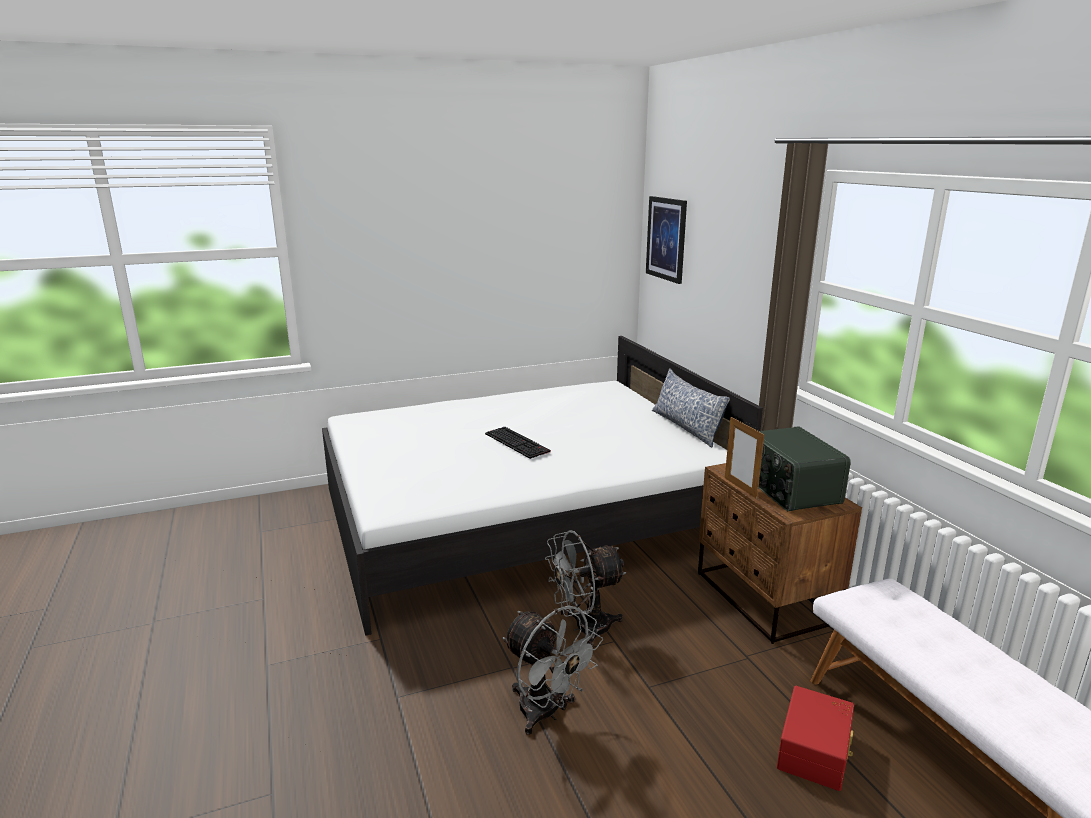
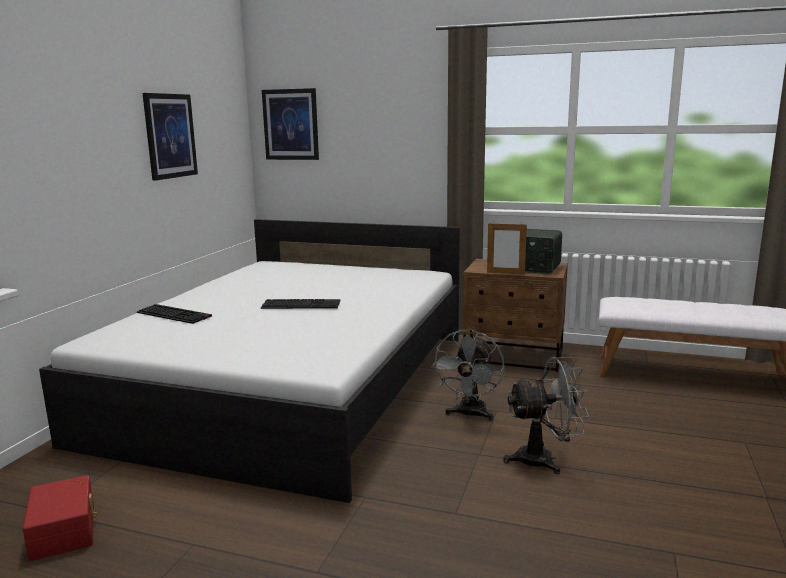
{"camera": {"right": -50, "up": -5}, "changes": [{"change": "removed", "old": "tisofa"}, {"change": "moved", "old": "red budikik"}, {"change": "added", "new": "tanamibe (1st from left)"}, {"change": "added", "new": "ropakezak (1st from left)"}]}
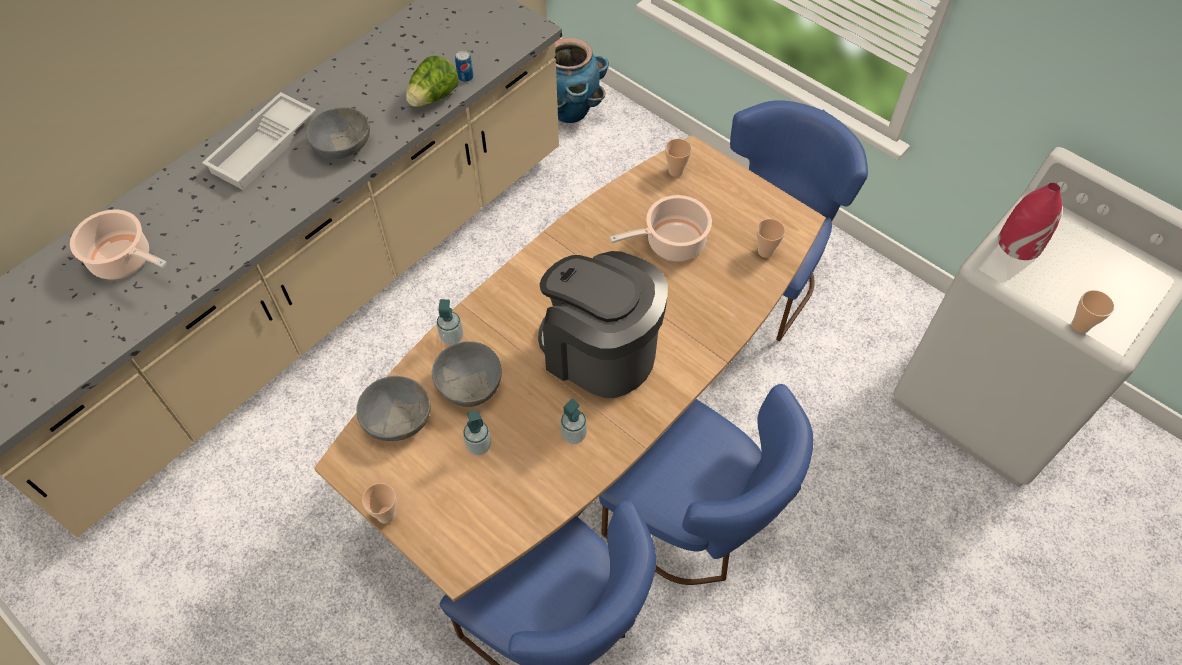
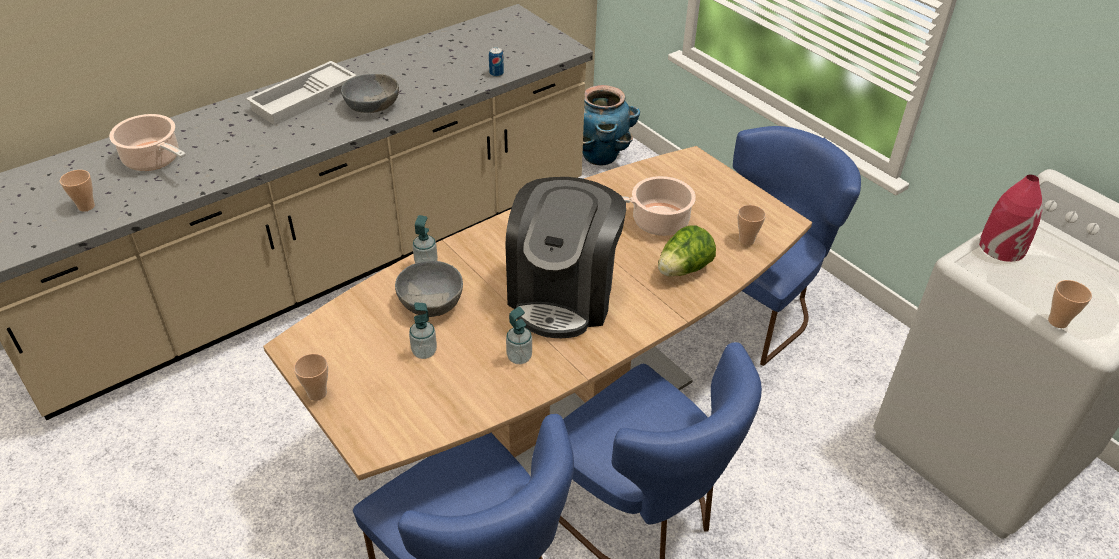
{"camera": {"right": 10, "up": -15}, "changes": [{"change": "removed", "old": "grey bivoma (2nd from left)"}, {"change": "moved", "old": "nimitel"}, {"change": "turned", "old": "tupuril", "degrees": -120}, {"change": "moved", "old": "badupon (2nd from left in the first image)", "new": "badupon (1st from left)"}]}
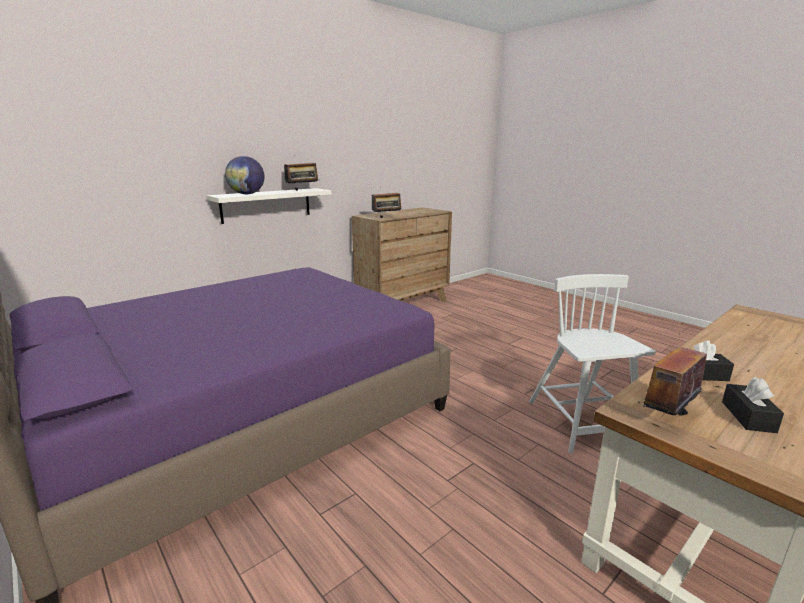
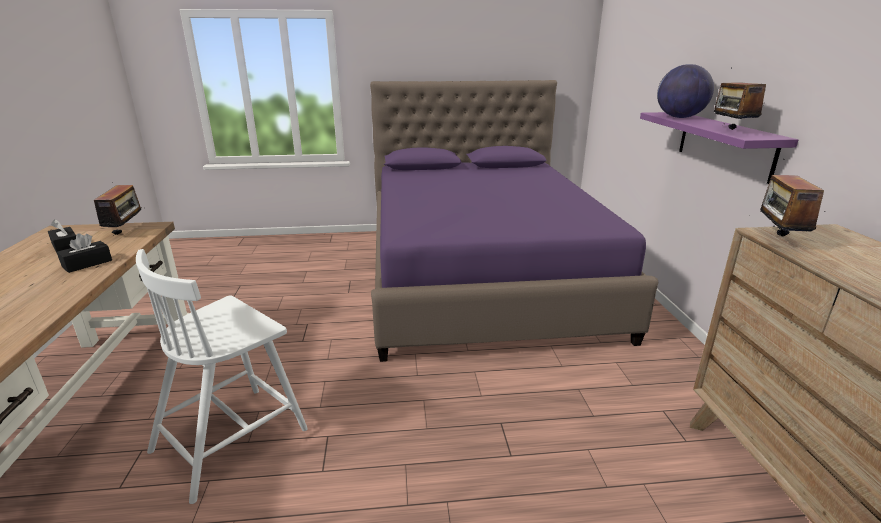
{"camera": {"right": 125, "up": 5}, "changes": [{"change": "recoloured", "old": "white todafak", "new": "purple todafak"}, {"change": "turned", "old": "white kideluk", "degrees": 105}]}
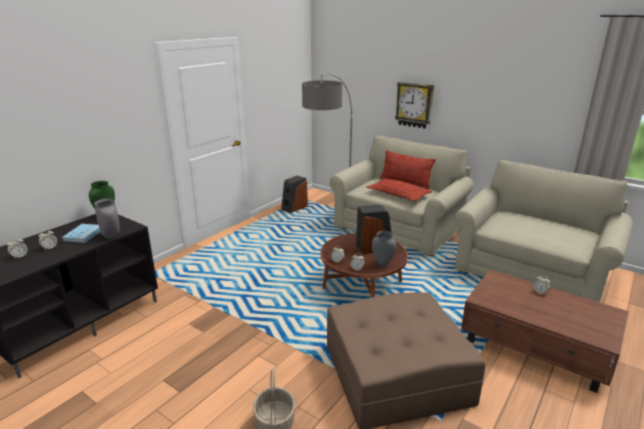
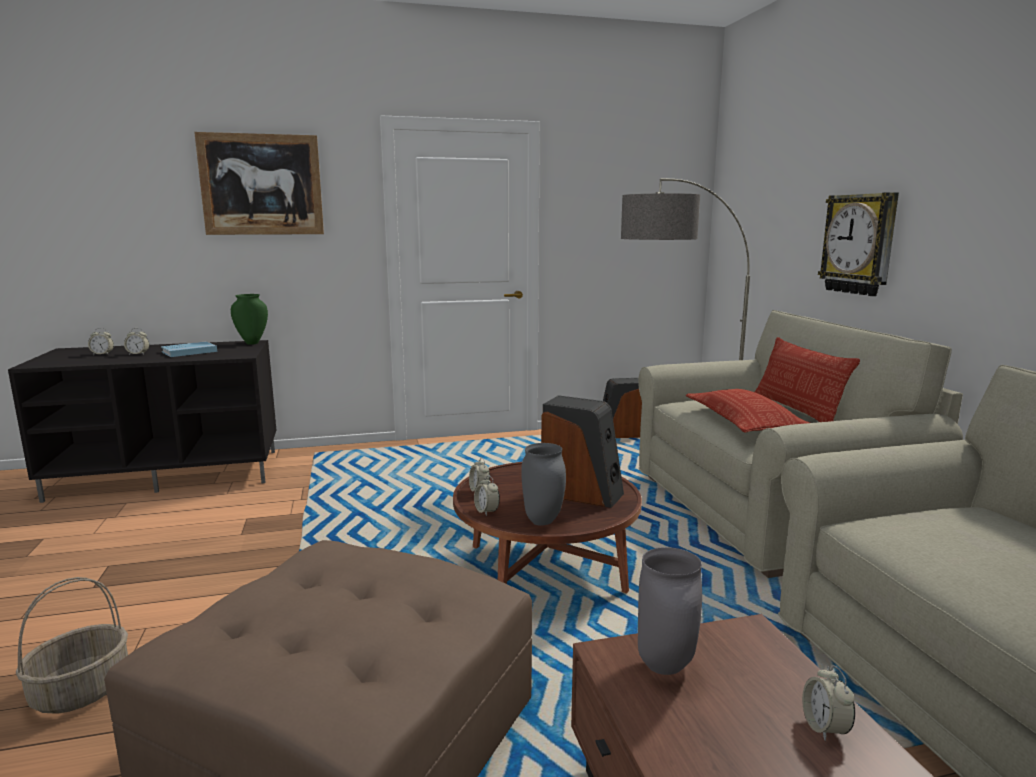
{"camera": {"right": 40, "up": -10}, "changes": [{"change": "moved", "old": "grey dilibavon (1st from left in the first image)", "new": "grey dilibavon (2nd from left)"}, {"change": "added", "new": "ropakezak"}]}
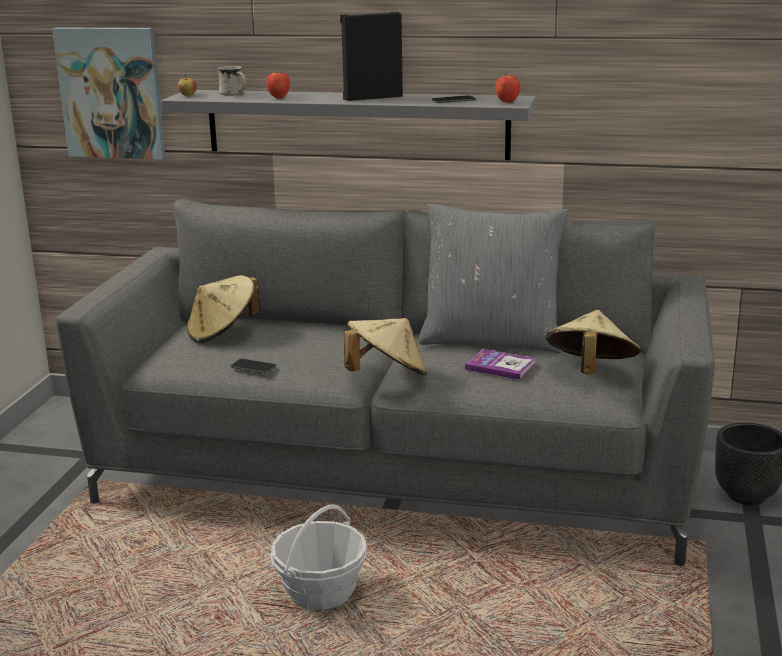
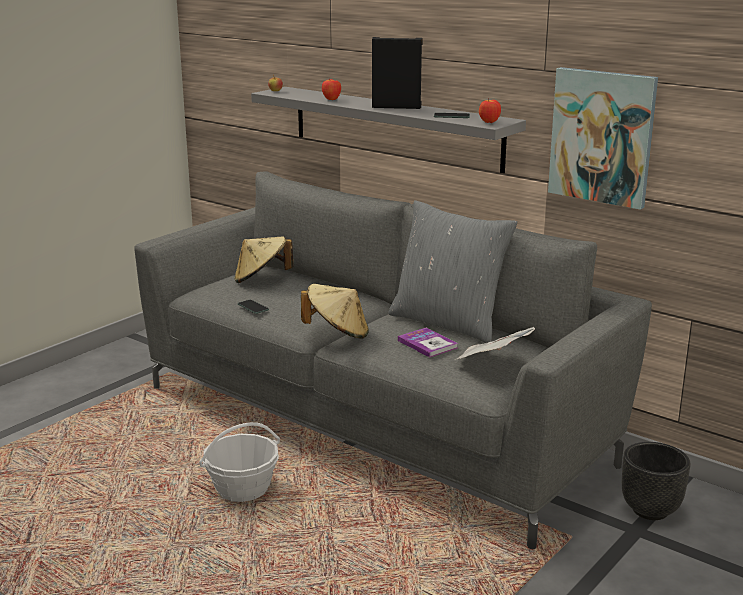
{"camera": {"right": 25, "up": 0}, "changes": [{"change": "moved", "old": "ropakezak"}, {"change": "removed", "old": "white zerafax"}, {"change": "replaced", "old": "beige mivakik (3rd from left)", "new": "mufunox"}]}
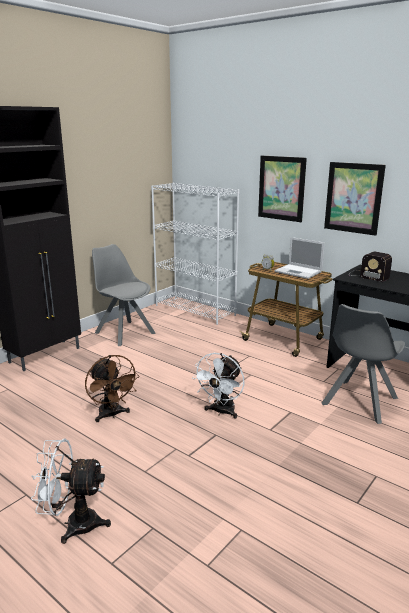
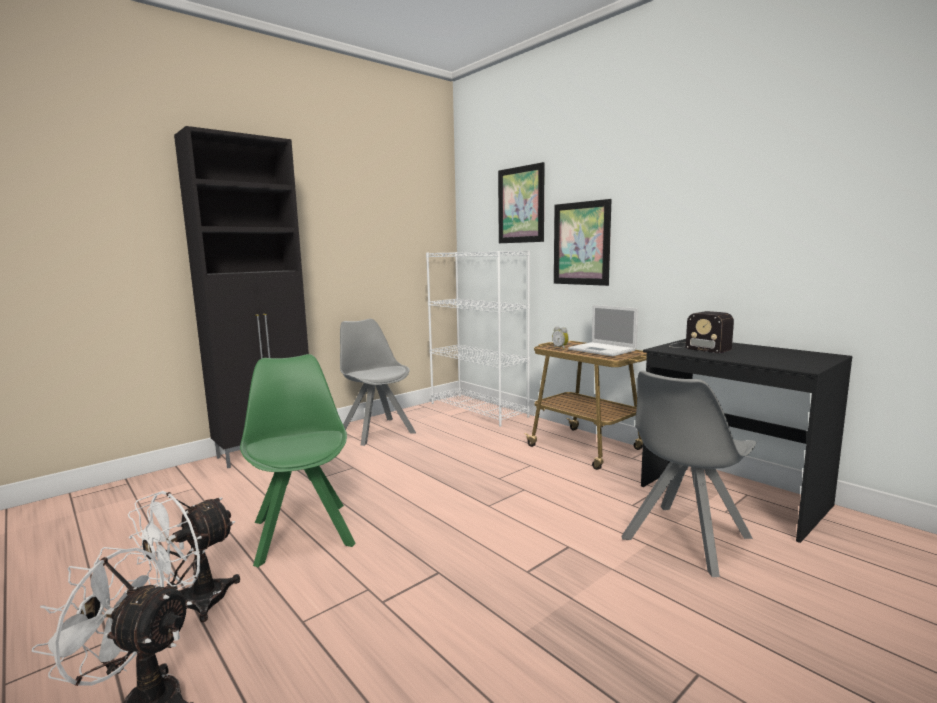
{"camera": {"right": 10, "up": -10}, "changes": [{"change": "replaced", "old": "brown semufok", "new": "green kideluk"}, {"change": "moved", "old": "white semufok (2nd from left)"}, {"change": "moved", "old": "ropakezak (2nd from left in the first image)", "new": "ropakezak (1st from left)"}]}
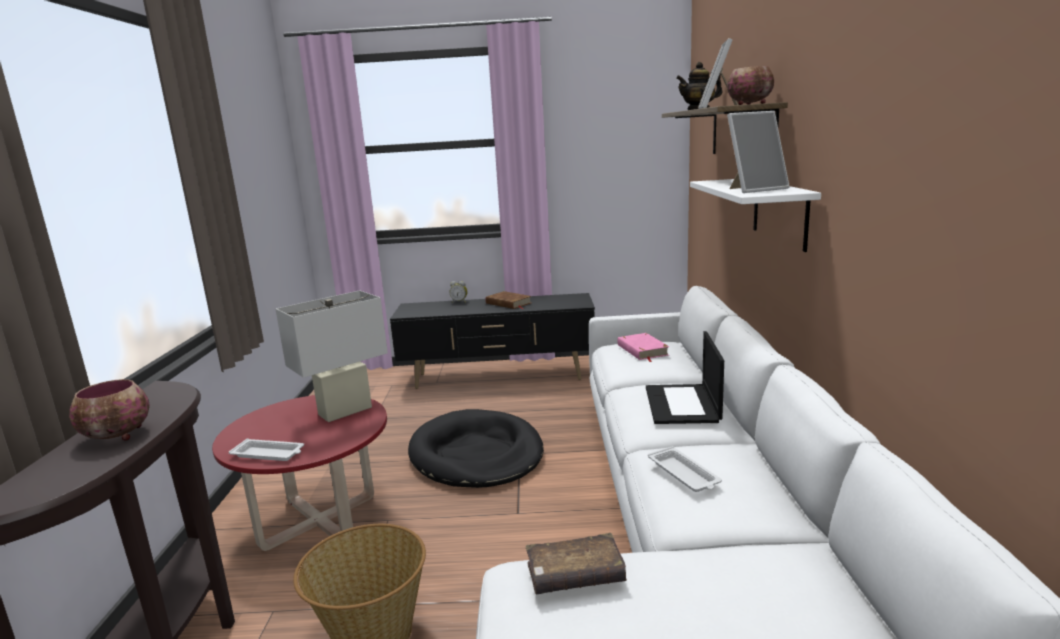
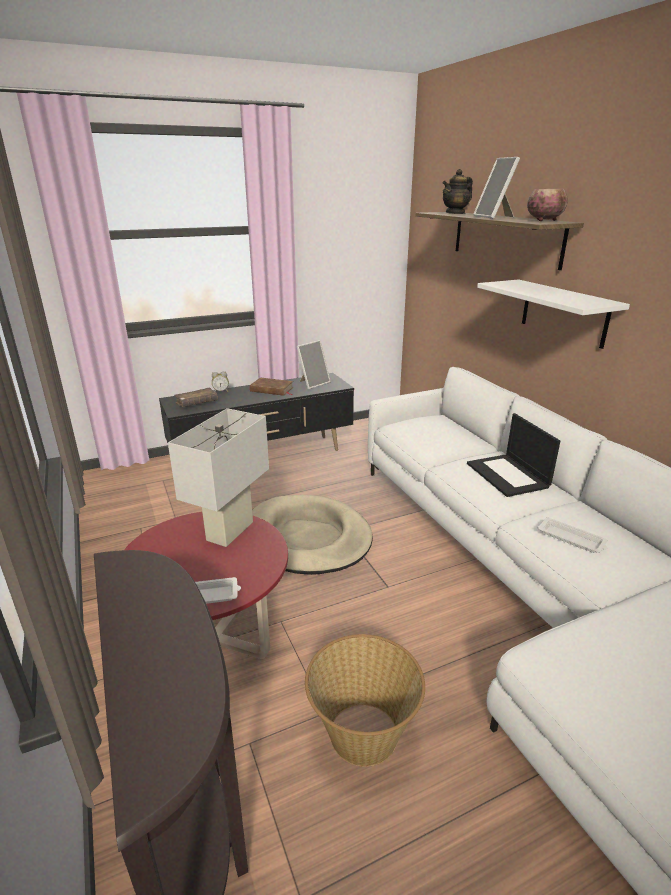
{"camera": {"right": -25, "up": 10}, "changes": [{"change": "removed", "old": "bivoma (1st from left)"}, {"change": "recoloured", "old": "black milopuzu", "new": "beige milopuzu"}, {"change": "moved", "old": "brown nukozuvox (2nd from left in the first image)", "new": "brown nukozuvox (1st from left)"}, {"change": "removed", "old": "pink nukozuvox"}, {"change": "moved", "old": "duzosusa (2nd from left in the first image)", "new": "duzosusa (1st from left)"}]}
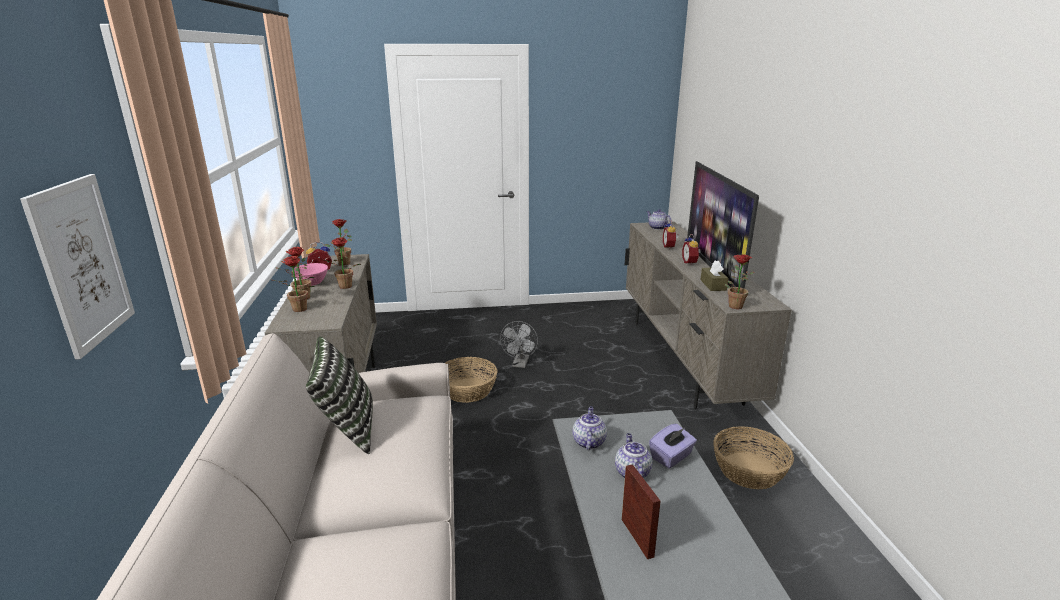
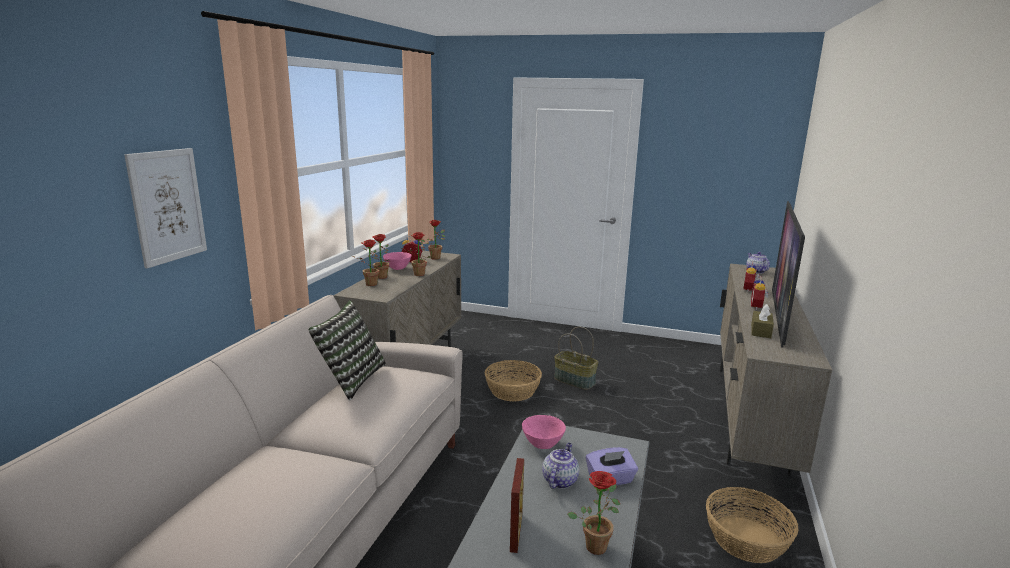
{"camera": {"right": 25, "up": -5}, "changes": [{"change": "replaced", "old": "grey semufok", "new": "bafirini (2nd from left)"}, {"change": "replaced", "old": "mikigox (1st from left)", "new": "pink bivoma (2nd from left)"}, {"change": "moved", "old": "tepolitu (5th from left)"}]}
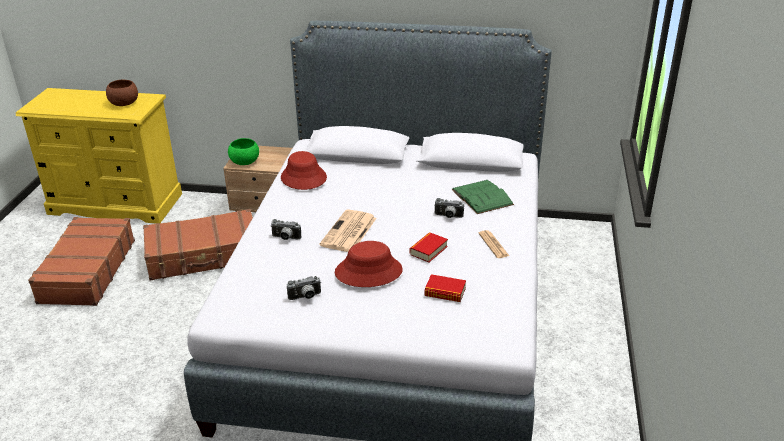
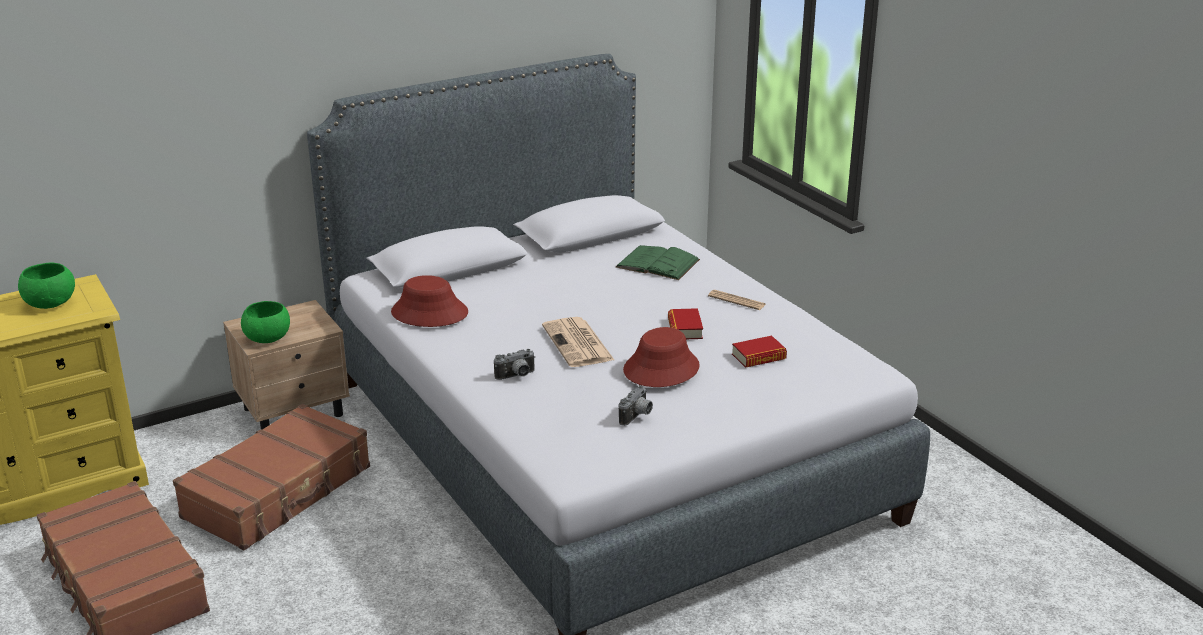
{"camera": {"right": -40, "up": -5}, "changes": [{"change": "recoloured", "old": "brown bivoma", "new": "green bivoma (1st from left)"}, {"change": "removed", "old": "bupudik (3rd from left)"}]}
